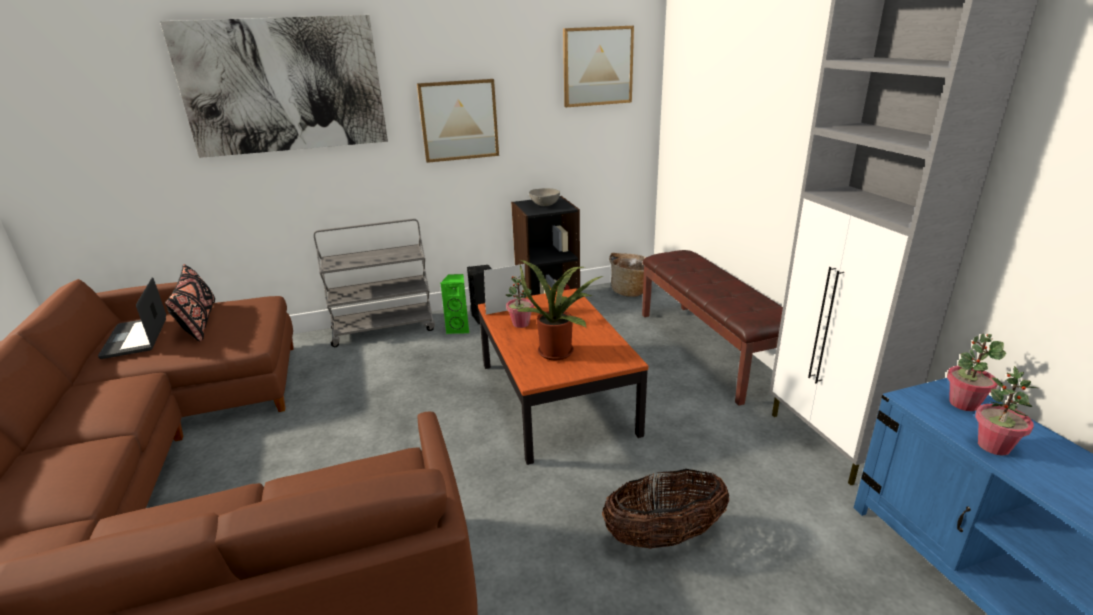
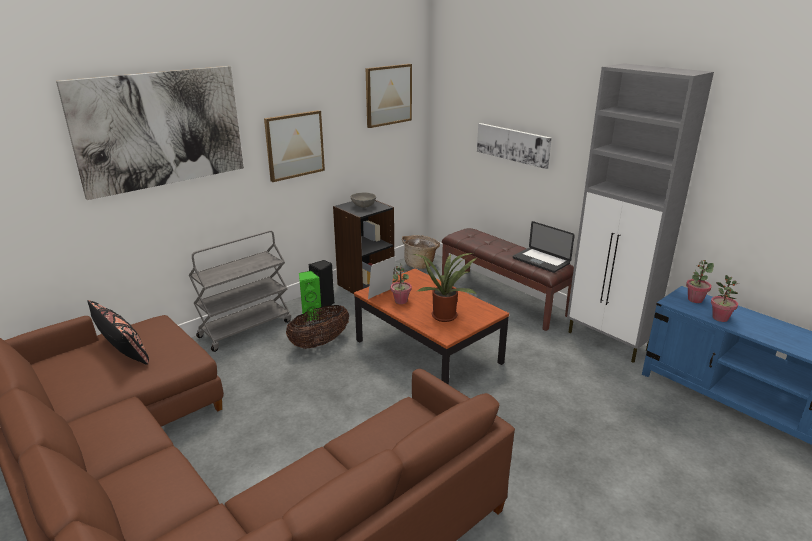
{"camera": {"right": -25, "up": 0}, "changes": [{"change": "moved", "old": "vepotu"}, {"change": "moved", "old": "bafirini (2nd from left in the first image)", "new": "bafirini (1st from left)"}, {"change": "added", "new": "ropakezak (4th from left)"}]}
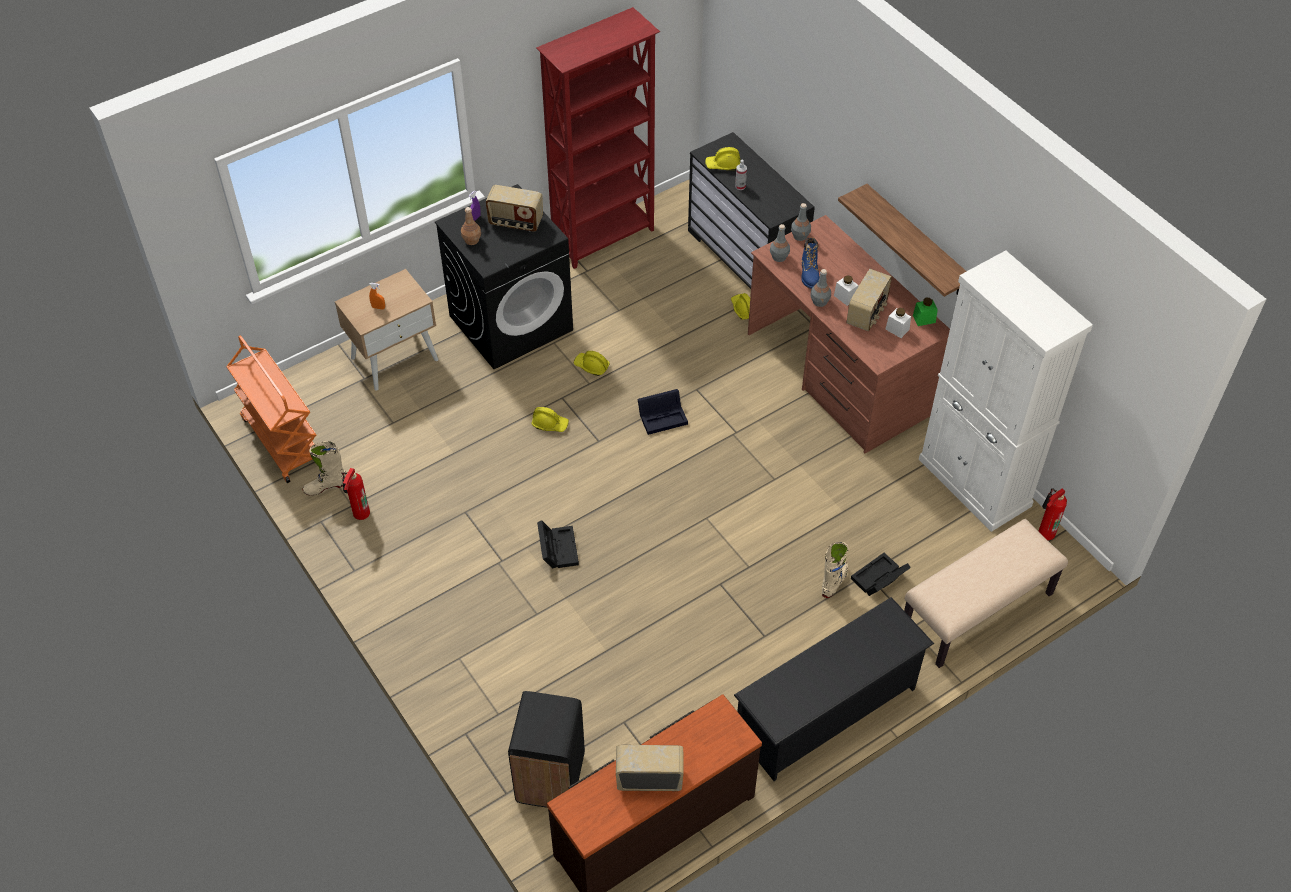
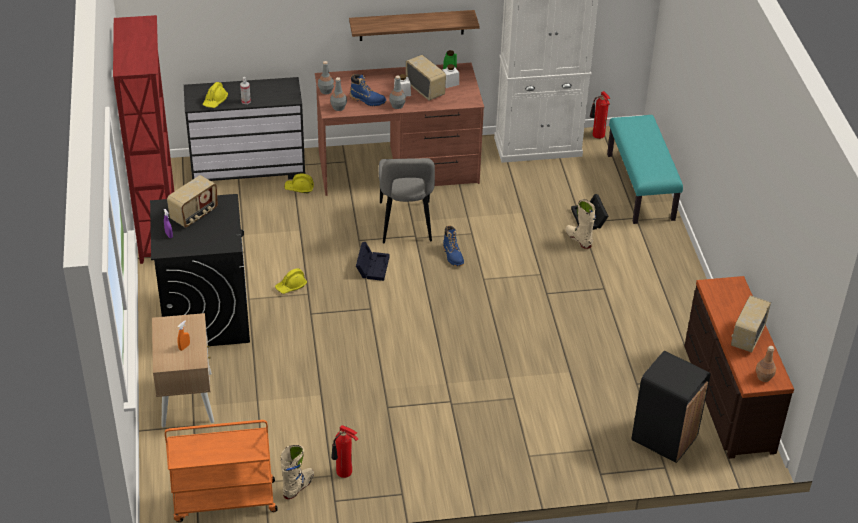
{"camera": {"right": -65, "up": -10}, "changes": [{"change": "turned", "old": "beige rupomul (1st from left)", "degrees": -150}, {"change": "moved", "old": "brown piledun"}, {"change": "removed", "old": "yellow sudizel (1st from left)"}, {"change": "removed", "old": "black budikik (1st from left)"}, {"change": "removed", "old": "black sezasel"}, {"change": "recoloured", "old": "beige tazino", "new": "turquoise tazino"}, {"change": "added", "new": "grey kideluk"}, {"change": "added", "new": "blue rupomul (2nd from left)"}]}
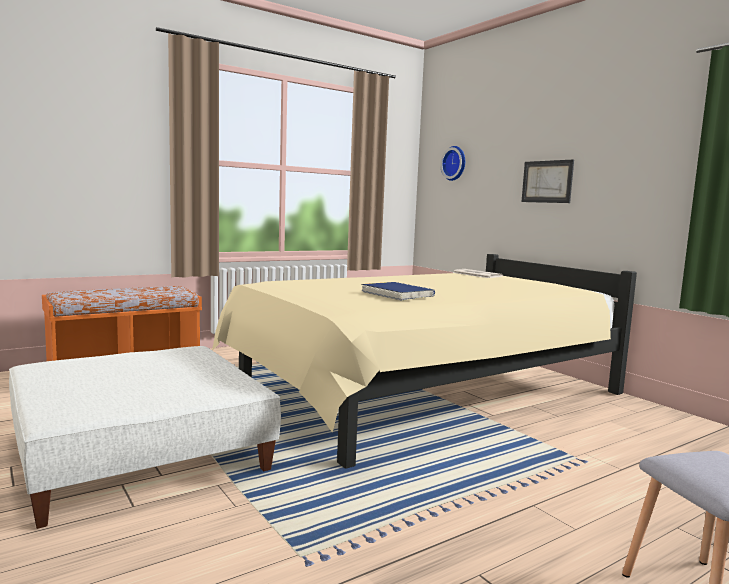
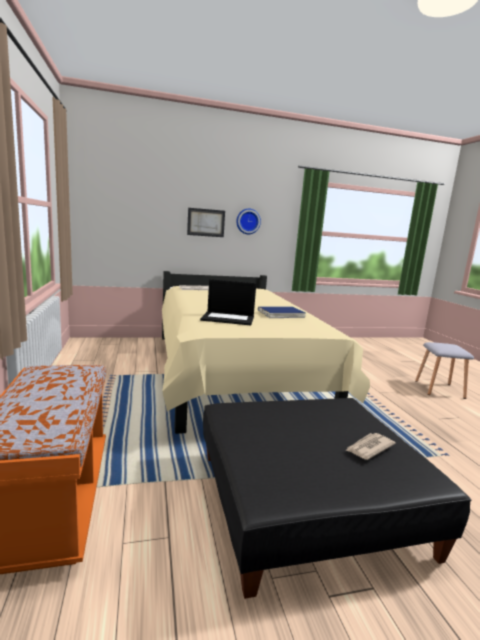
{"camera": {"right": -70, "up": 5}, "changes": [{"change": "recoloured", "old": "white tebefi", "new": "black tebefi"}, {"change": "moved", "old": "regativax"}, {"change": "added", "new": "vepotu"}, {"change": "added", "new": "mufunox (2nd from left)"}]}
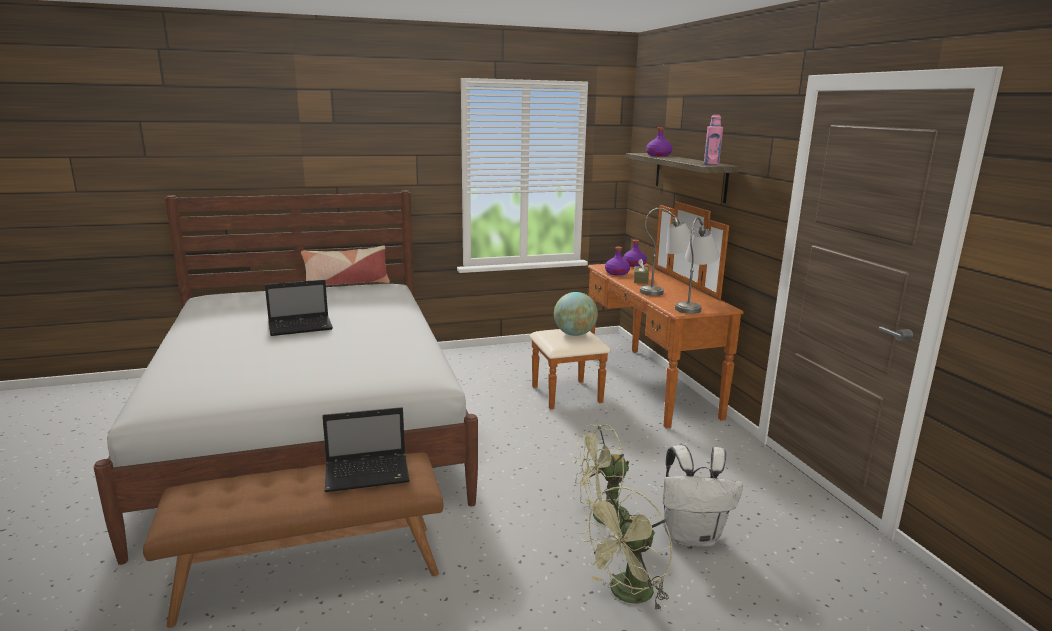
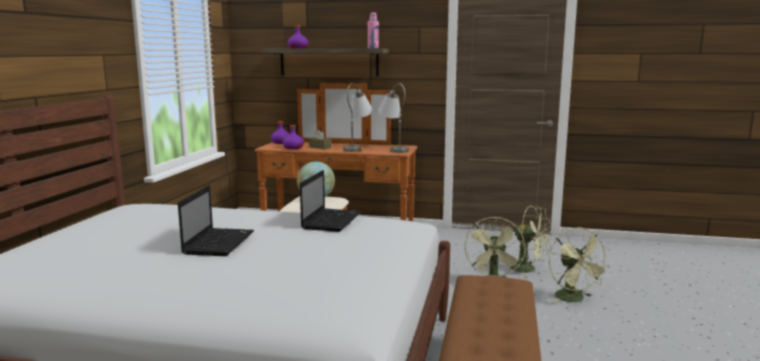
{"camera": {"right": -60, "up": -5}, "changes": [{"change": "removed", "old": "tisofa"}, {"change": "moved", "old": "vepotu (2nd from left)"}, {"change": "replaced", "old": "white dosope", "new": "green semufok (2nd from left)"}]}
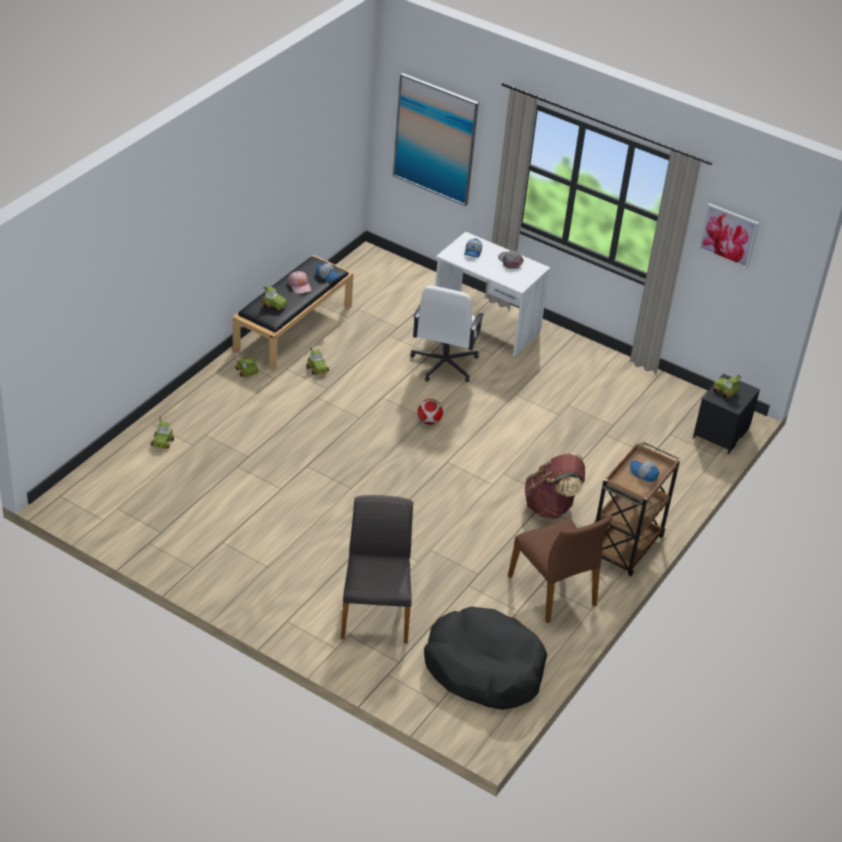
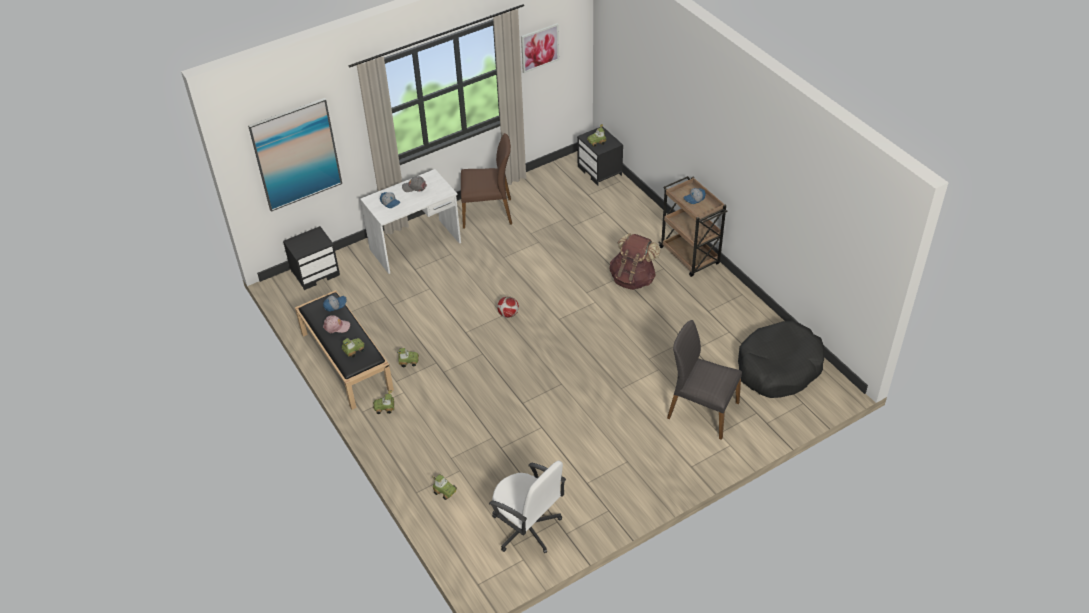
{"camera": {"right": -60, "up": 5}, "changes": [{"change": "moved", "old": "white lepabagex"}, {"change": "moved", "old": "brown kideluk"}, {"change": "added", "new": "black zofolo (1st from left)"}]}
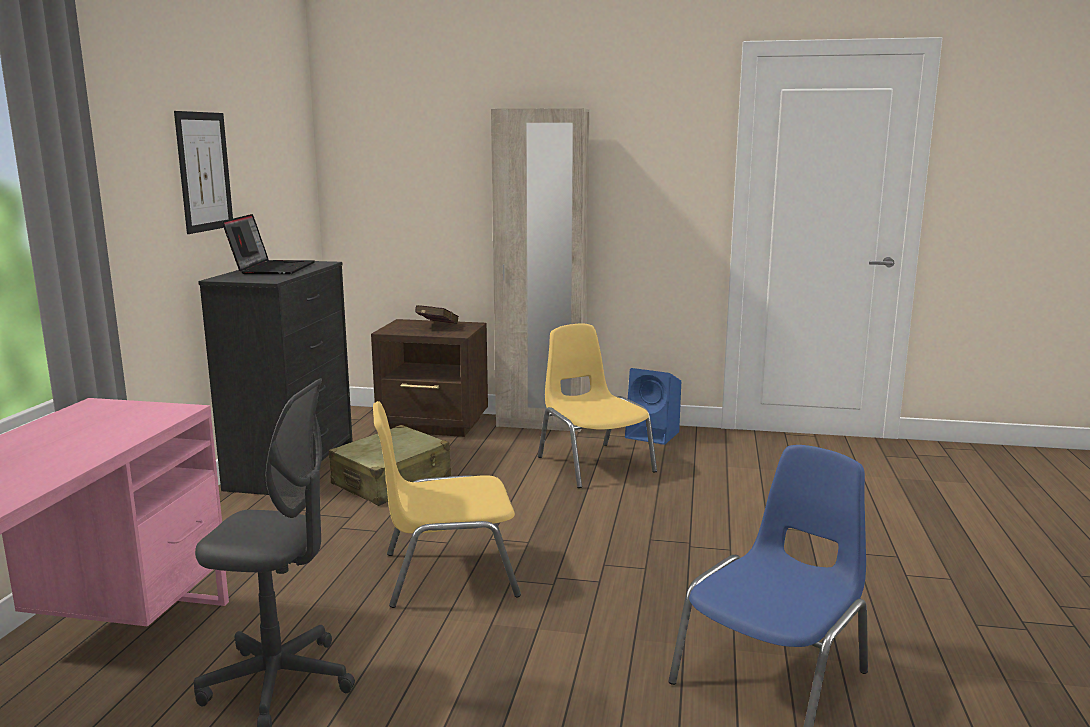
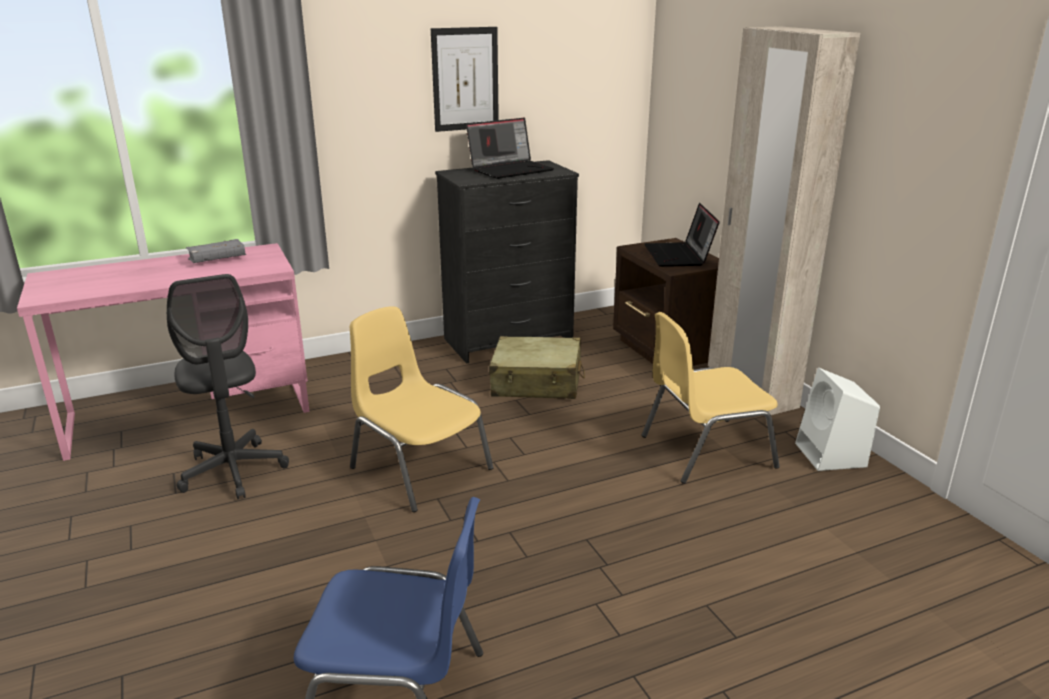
{"camera": {"right": 55, "up": 10}, "changes": [{"change": "replaced", "old": "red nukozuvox", "new": "vepotu (2nd from left)"}, {"change": "turned", "old": "yellow kideluk (2nd from left)", "degrees": -135}, {"change": "recoloured", "old": "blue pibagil", "new": "white pibagil"}, {"change": "added", "new": "grey nukozuvox"}]}
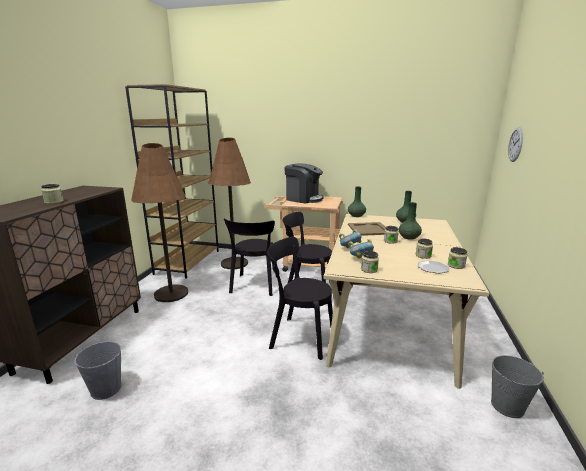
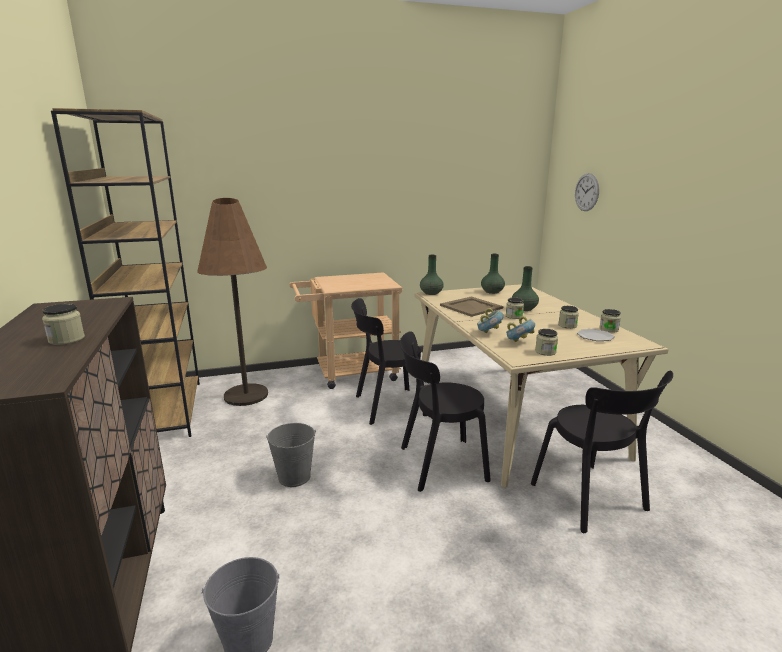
{"camera": {"right": -30, "up": 0}, "changes": [{"change": "removed", "old": "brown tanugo (1st from left)"}, {"change": "moved", "old": "black kideluk (1st from left in the first image)", "new": "black kideluk (3rd from left)"}, {"change": "removed", "old": "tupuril"}, {"change": "moved", "old": "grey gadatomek (2nd from left)"}]}
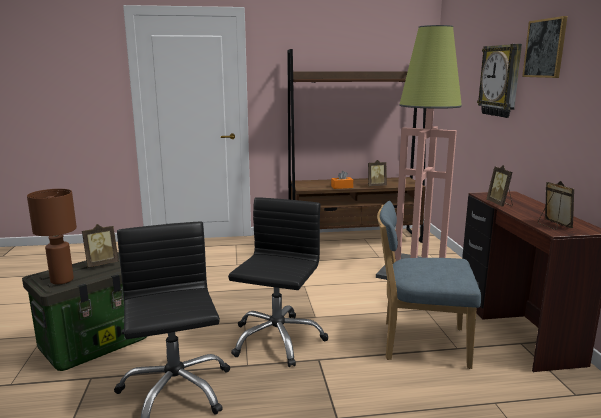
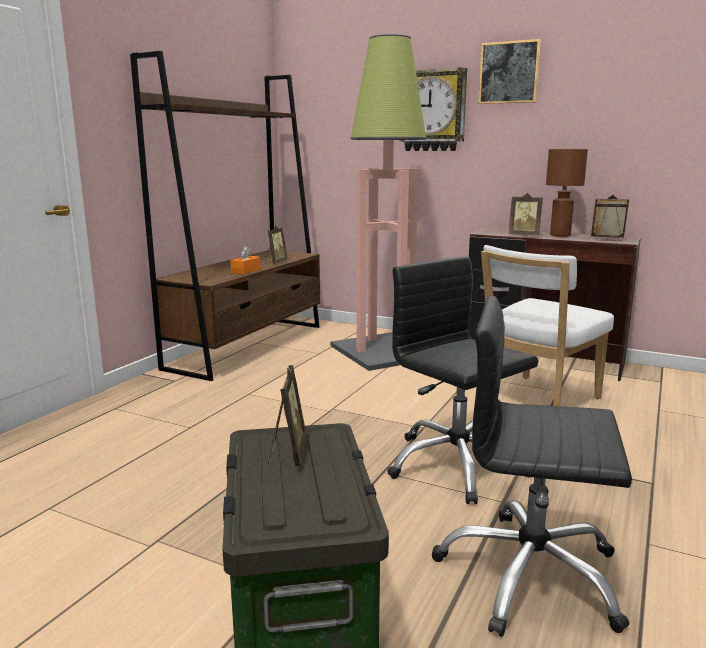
{"camera": {"right": -55, "up": 0}, "changes": [{"change": "moved", "old": "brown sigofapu"}, {"change": "recoloured", "old": "blue kideluk", "new": "white kideluk"}]}
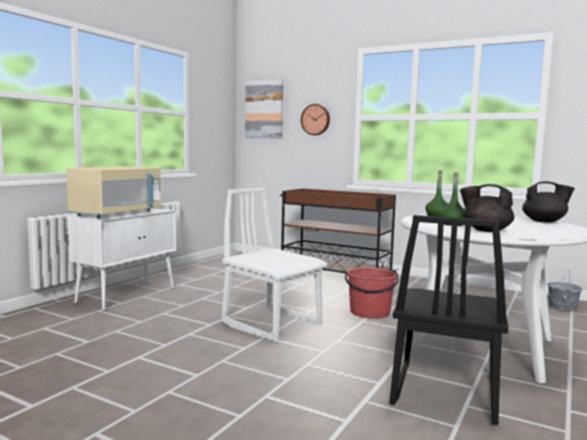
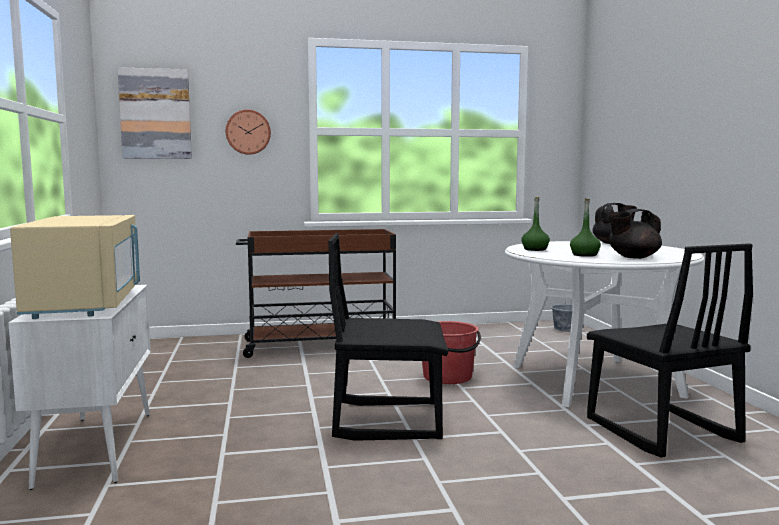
{"camera": {"right": -40, "up": 0}, "changes": [{"change": "recoloured", "old": "white kideluk", "new": "black kideluk (1st from left)"}]}
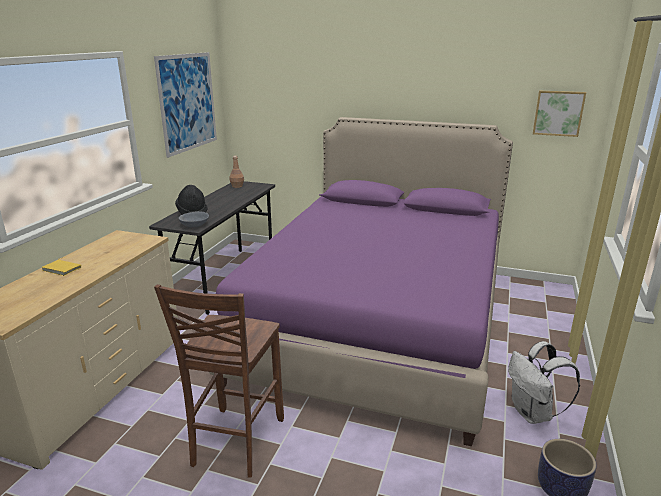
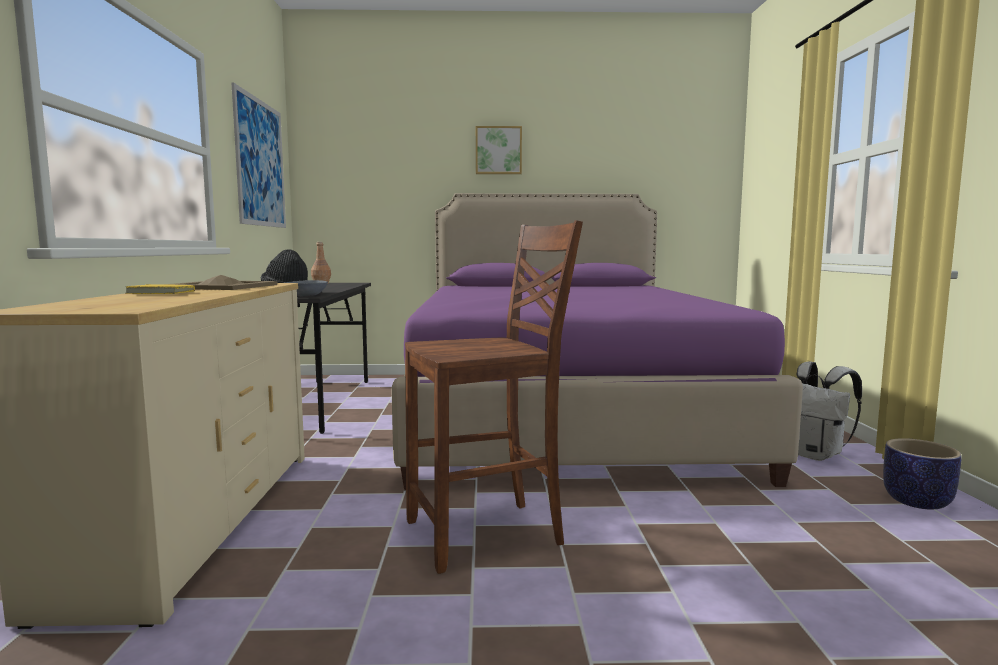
{"camera": {"right": -20, "up": -15}, "changes": [{"change": "turned", "old": "brown kideluk", "degrees": -105}, {"change": "moved", "old": "ropakezak (2nd from left)"}, {"change": "added", "new": "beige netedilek"}]}
